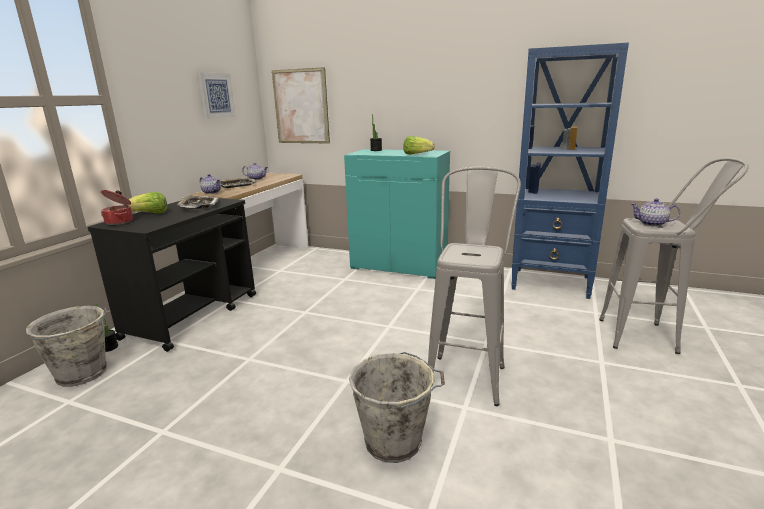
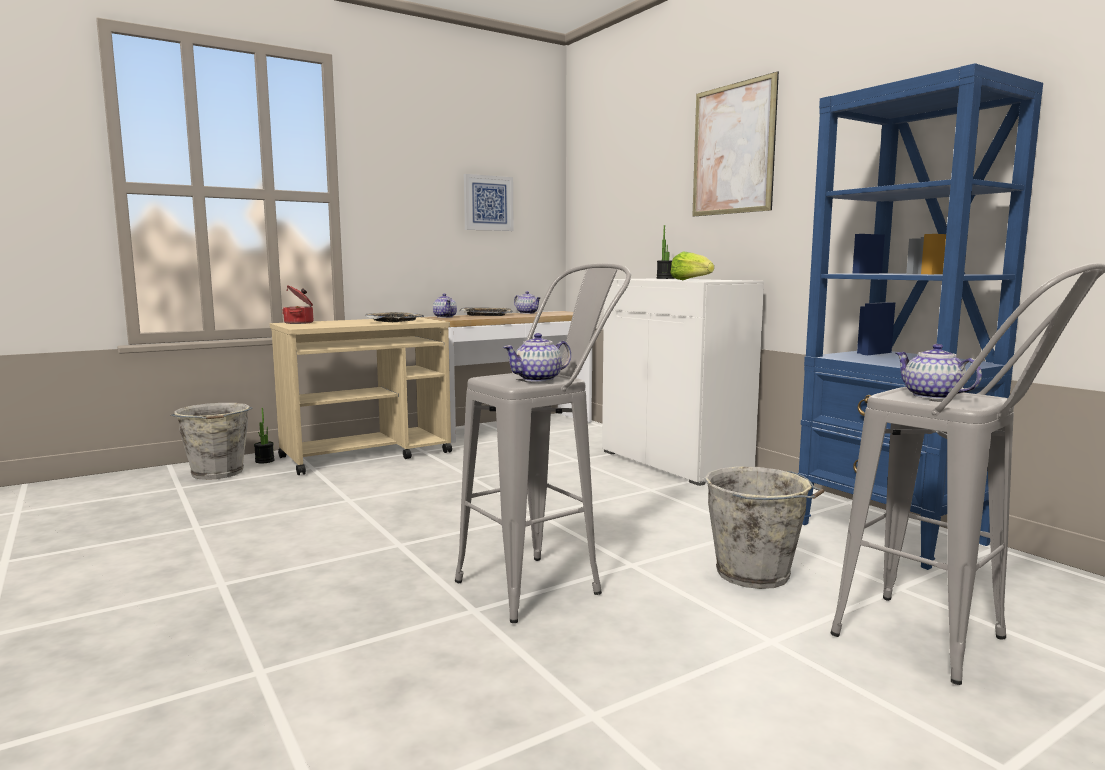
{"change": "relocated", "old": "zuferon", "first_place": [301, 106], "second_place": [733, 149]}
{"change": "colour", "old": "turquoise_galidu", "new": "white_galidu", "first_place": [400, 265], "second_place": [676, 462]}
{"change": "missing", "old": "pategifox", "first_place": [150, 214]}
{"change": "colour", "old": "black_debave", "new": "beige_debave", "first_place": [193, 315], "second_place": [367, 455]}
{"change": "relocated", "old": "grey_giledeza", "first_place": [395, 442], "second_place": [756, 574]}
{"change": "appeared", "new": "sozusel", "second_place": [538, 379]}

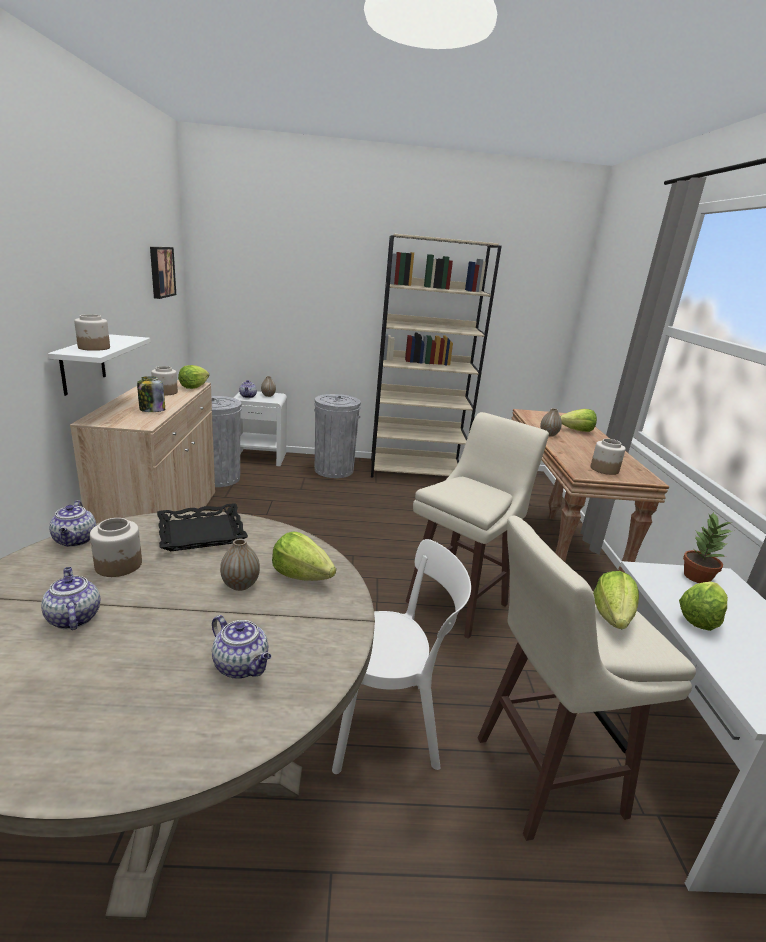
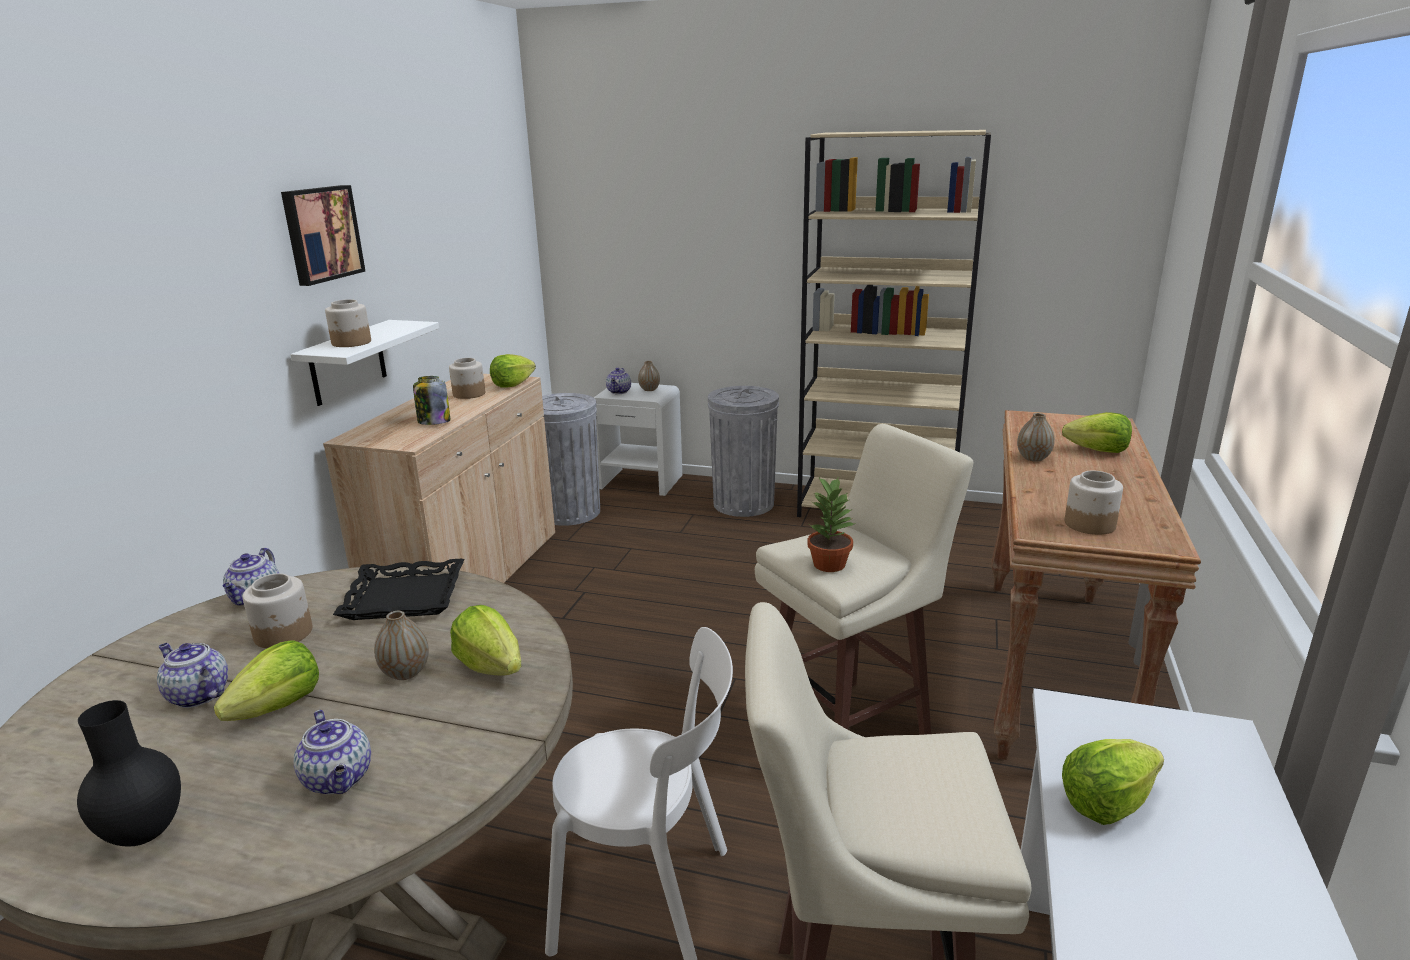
{"change": "relocated", "old": "zuferon", "first_place": [160, 272], "second_place": [321, 234]}
{"change": "relocated", "old": "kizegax", "first_place": [696, 576], "second_place": [829, 564]}
{"change": "spun", "old": "sozusel", "first_place": [73, 618], "second_place": [197, 695], "degrees": -45}
{"change": "relocated", "old": "pategifox", "first_place": [612, 617], "second_place": [279, 707]}
{"change": "appeared", "new": "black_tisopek", "second_place": [144, 833]}

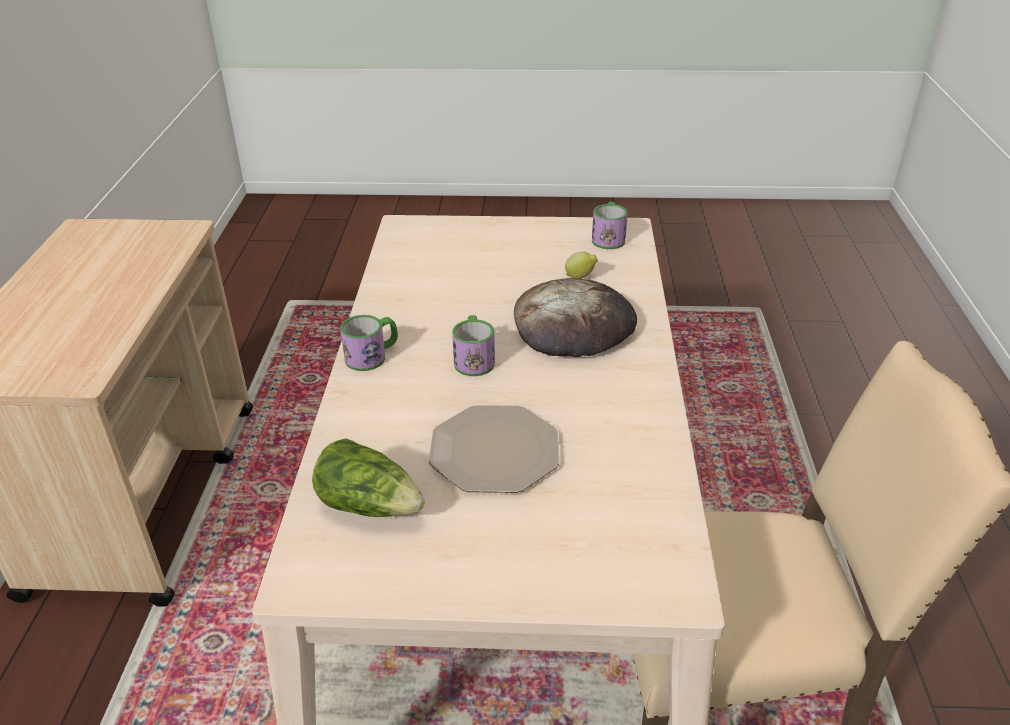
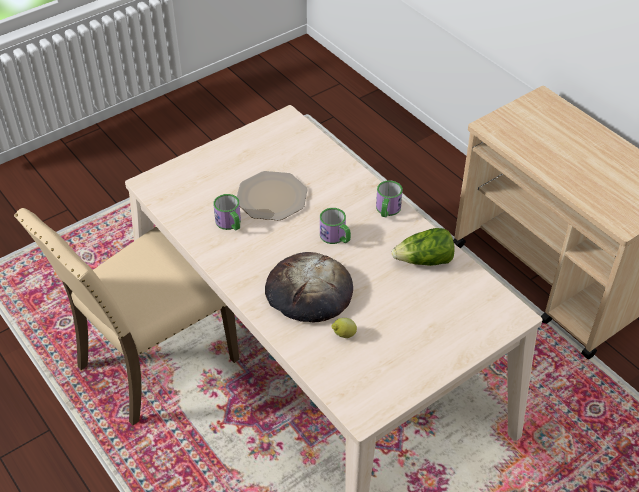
{"change": "relocated", "old": "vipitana", "first_place": [608, 237], "second_place": [230, 223]}
{"change": "relocated", "old": "pategifox", "first_place": [370, 505], "second_place": [424, 261]}

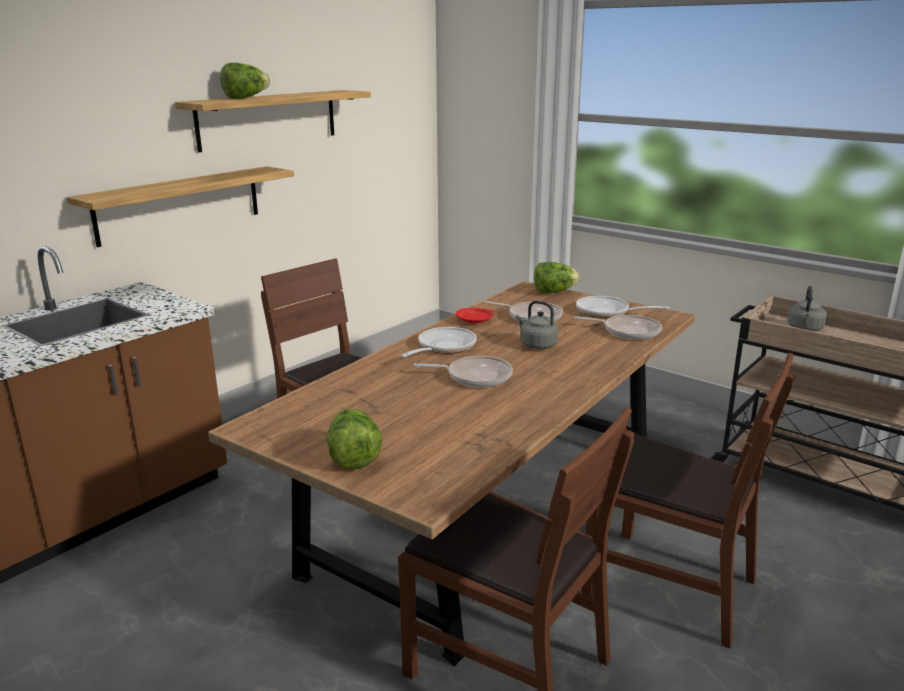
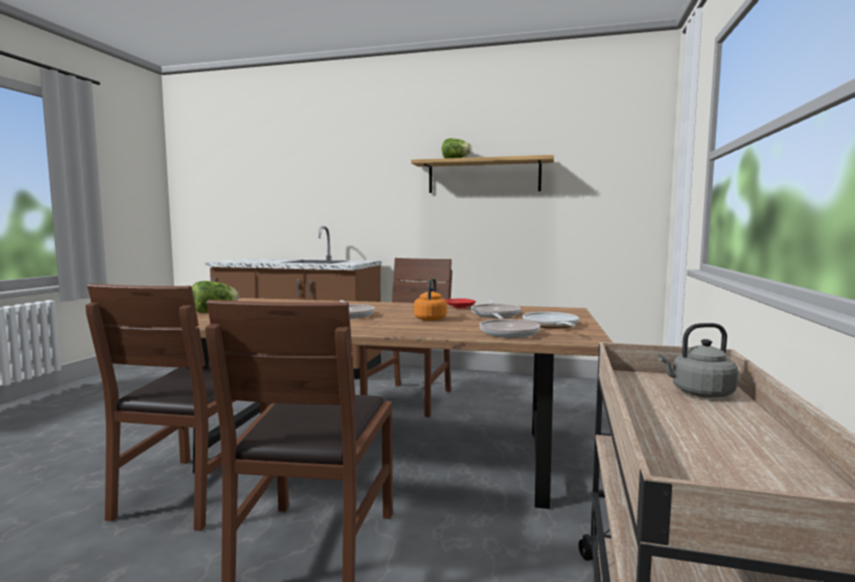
{"change": "missing", "old": "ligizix", "first_place": [180, 204]}
{"change": "missing", "old": "pategifox", "first_place": [554, 292]}
{"change": "colour", "old": "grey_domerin", "new": "orange_domerin", "first_place": [536, 345], "second_place": [431, 319]}
{"change": "missing", "old": "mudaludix", "first_place": [443, 347]}

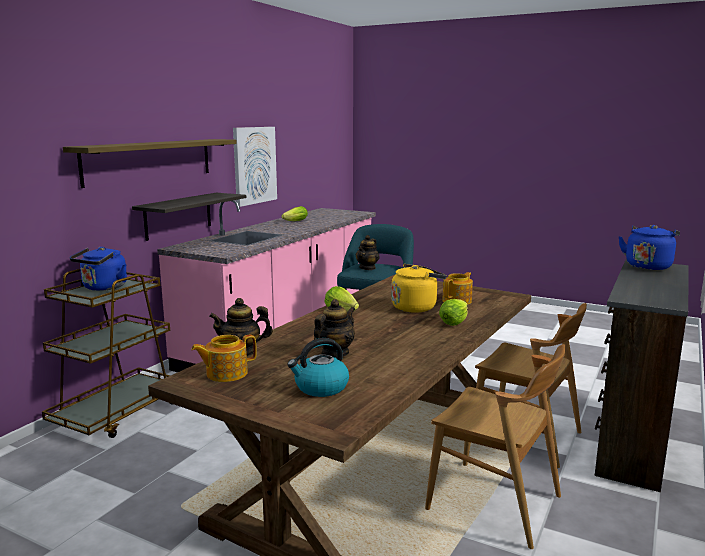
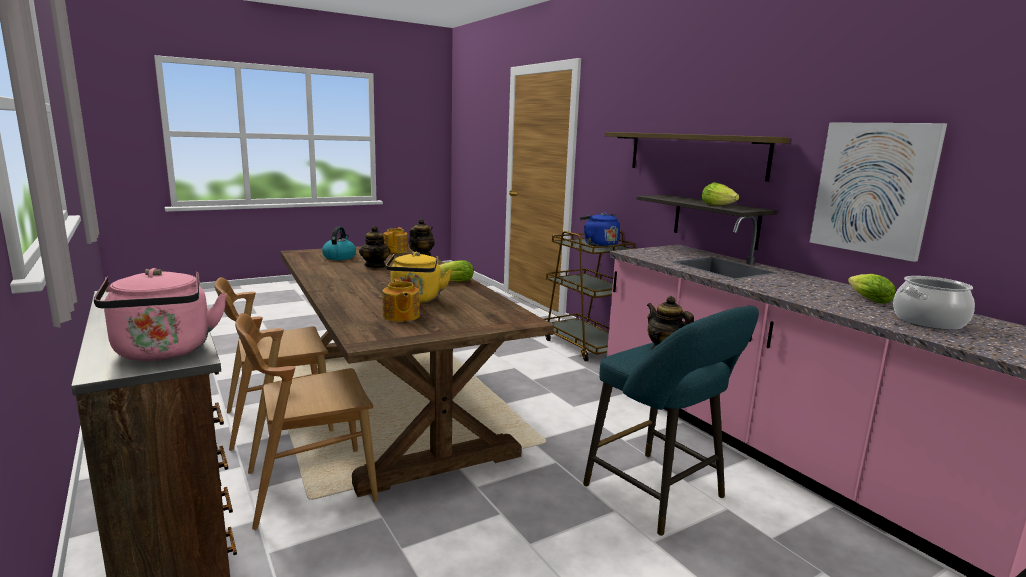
{"change": "colour", "old": "blue_domerin", "new": "pink_domerin", "first_place": [648, 266], "second_place": [163, 352]}
{"change": "relocated", "old": "pategifox", "first_place": [455, 321], "second_place": [719, 205]}
{"change": "appeared", "new": "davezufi", "second_place": [929, 321]}

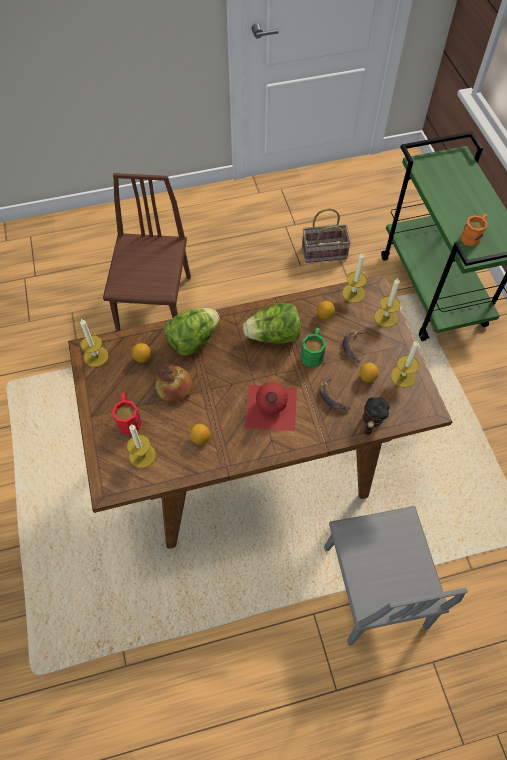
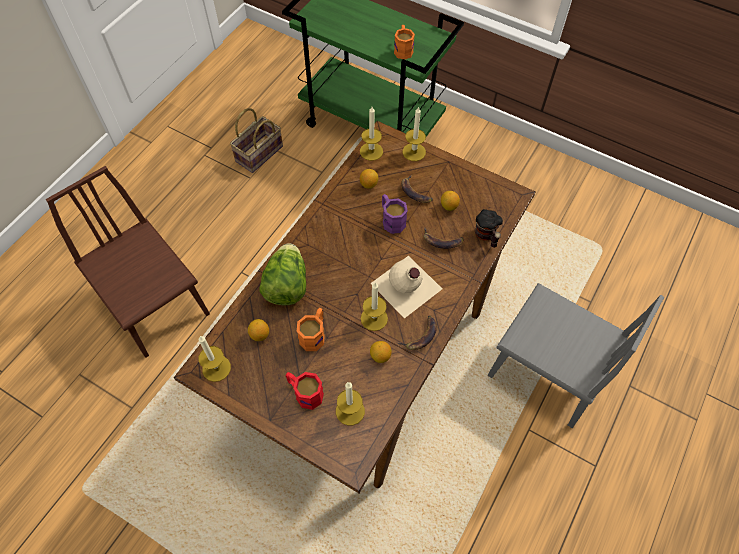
{"change": "missing", "old": "pategifox", "first_place": [273, 336]}
{"change": "colour", "old": "green_vipitana", "new": "purple_vipitana", "first_place": [313, 353], "second_place": [391, 220]}
{"change": "relocated", "old": "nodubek", "first_place": [403, 376], "second_place": [374, 318]}
{"change": "exchanged", "old": "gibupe", "new": "orange_vipitana", "first_place": [175, 387], "second_place": [314, 334]}
{"change": "colour", "old": "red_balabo", "new": "beige_balabo", "first_place": [270, 408], "second_place": [406, 287]}
{"change": "appeared", "new": "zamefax", "second_place": [420, 335]}

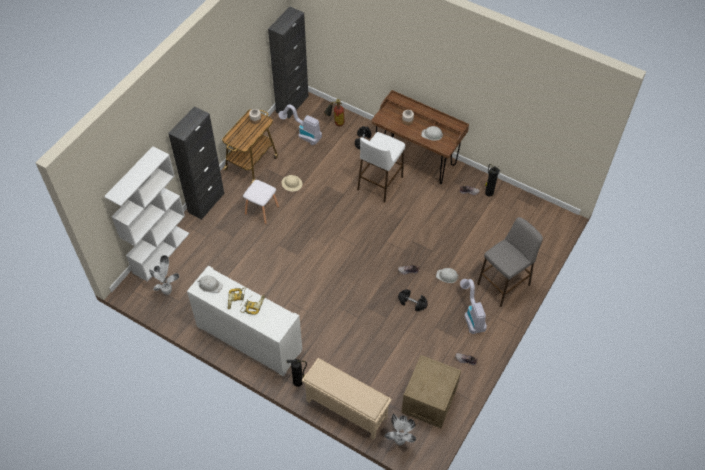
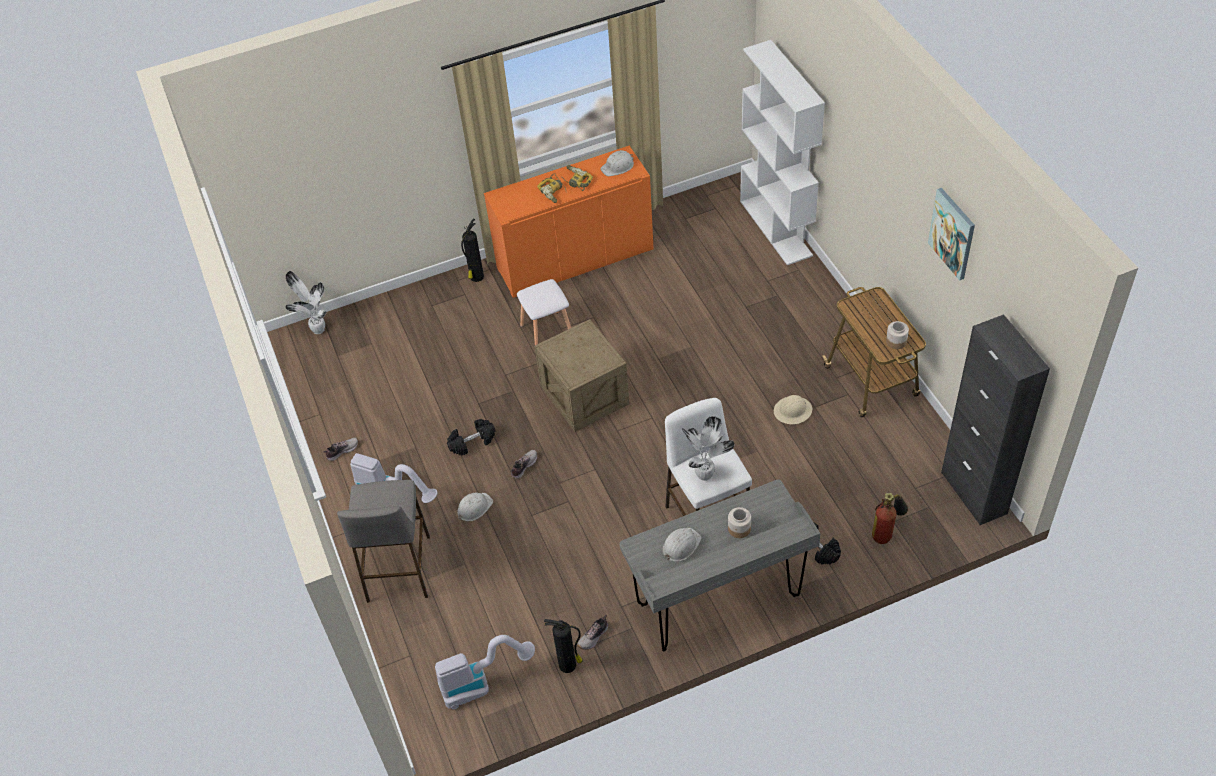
{"change": "colour", "old": "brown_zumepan", "new": "grey_zumepan", "first_place": [416, 160], "second_place": [718, 601]}
{"change": "relocated", "old": "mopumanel", "first_place": [303, 134], "second_place": [481, 683]}
{"change": "missing", "old": "black_galidu", "first_place": [206, 203]}
{"change": "relocated", "old": "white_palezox", "first_place": [261, 210], "second_place": [547, 331]}
{"change": "relocated", "old": "kizegax", "first_place": [167, 291], "second_place": [705, 476]}
{"change": "colour", "old": "white_galidu", "new": "orange_galidu", "first_place": [249, 338], "second_place": [575, 259]}
{"change": "relocated", "old": "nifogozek", "first_place": [429, 401], "second_place": [584, 395]}
{"change": "missing", "old": "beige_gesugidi", "first_place": [345, 409]}
{"change": "appeared", "new": "zuferon", "second_place": [952, 233]}

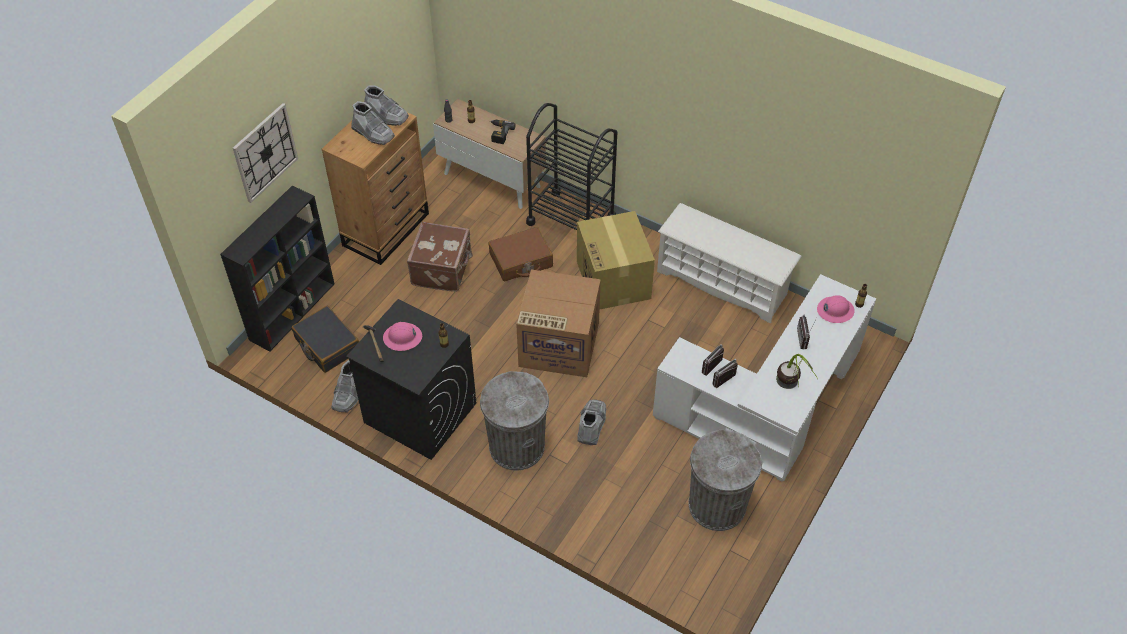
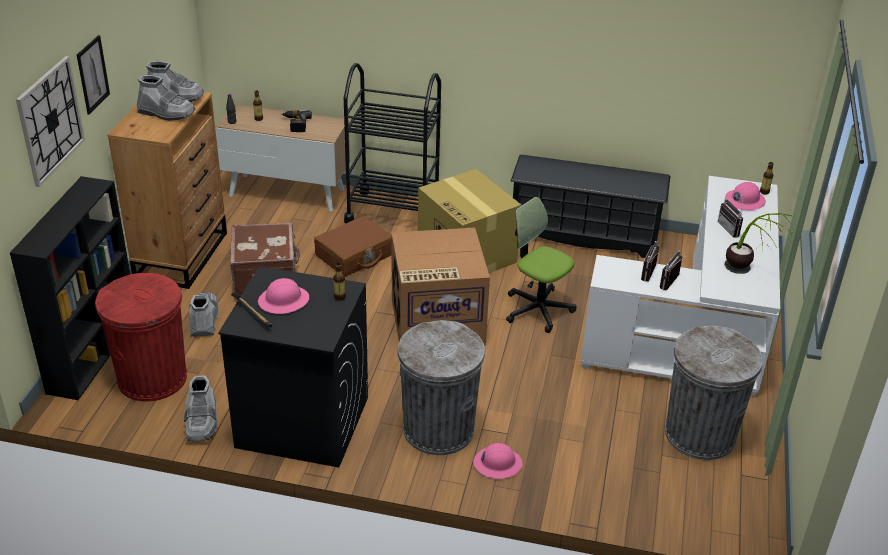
{"change": "colour", "old": "white_gesugidi", "new": "black_gesugidi", "first_place": [723, 283], "second_place": [584, 235]}
{"change": "exchanged", "old": "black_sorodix", "new": "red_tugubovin", "first_place": [327, 345], "second_place": [152, 378]}
{"change": "relocated", "old": "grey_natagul", "first_place": [591, 425], "second_place": [204, 319]}
{"change": "appeared", "new": "zuferon", "second_place": [92, 74]}
{"change": "appeared", "new": "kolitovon", "second_place": [538, 309]}
{"change": "appeared", "new": "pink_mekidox", "second_place": [497, 463]}

